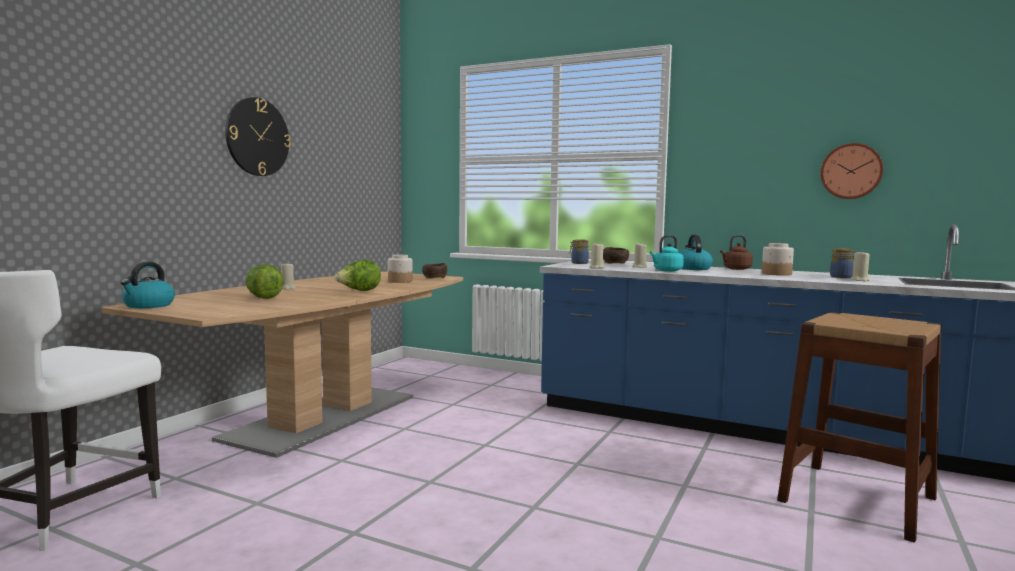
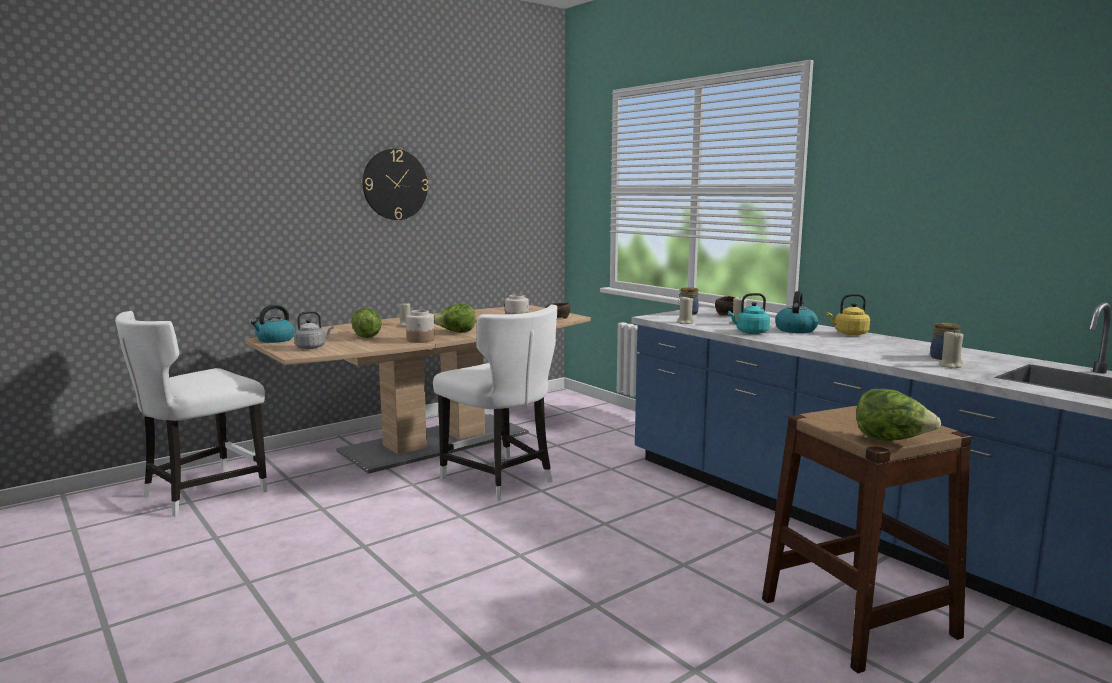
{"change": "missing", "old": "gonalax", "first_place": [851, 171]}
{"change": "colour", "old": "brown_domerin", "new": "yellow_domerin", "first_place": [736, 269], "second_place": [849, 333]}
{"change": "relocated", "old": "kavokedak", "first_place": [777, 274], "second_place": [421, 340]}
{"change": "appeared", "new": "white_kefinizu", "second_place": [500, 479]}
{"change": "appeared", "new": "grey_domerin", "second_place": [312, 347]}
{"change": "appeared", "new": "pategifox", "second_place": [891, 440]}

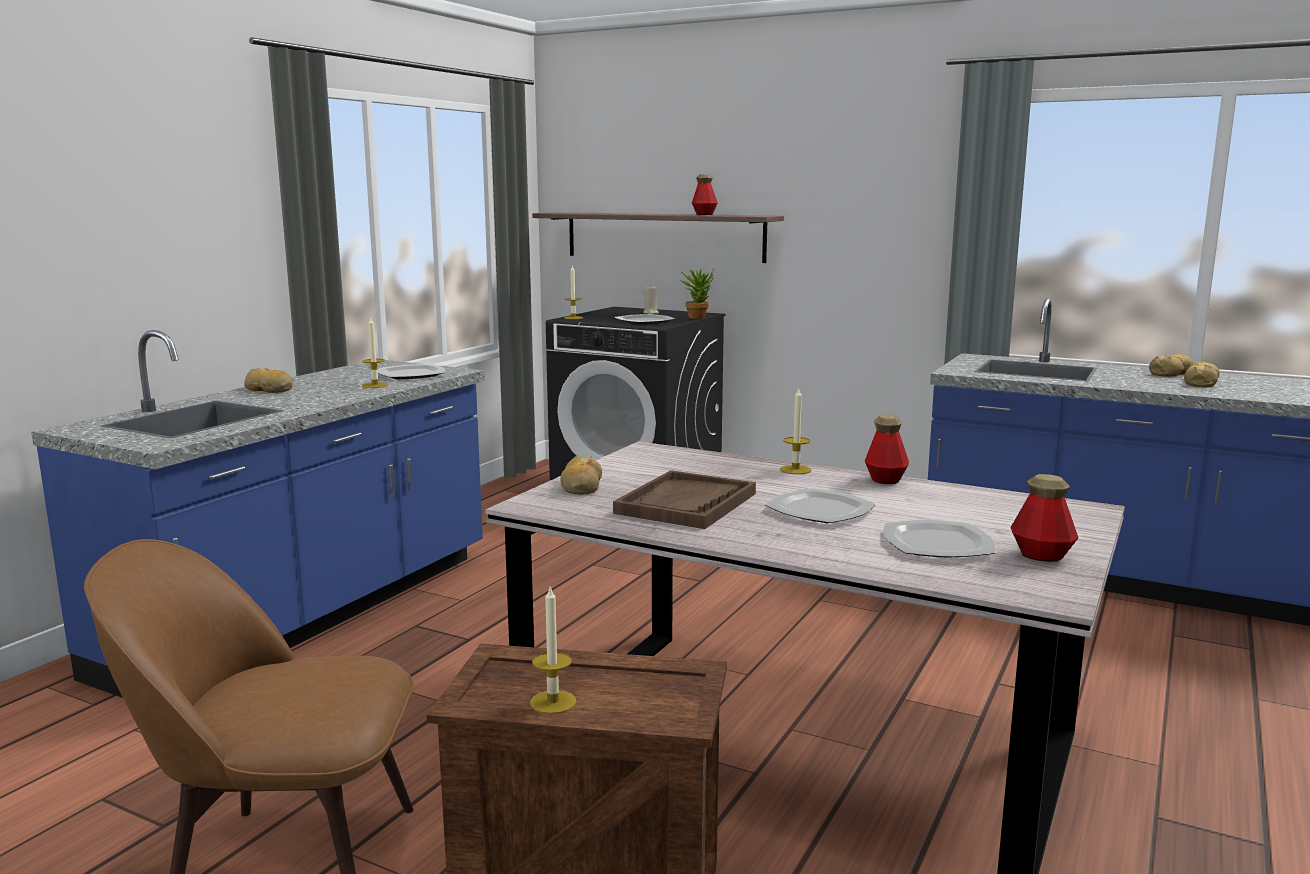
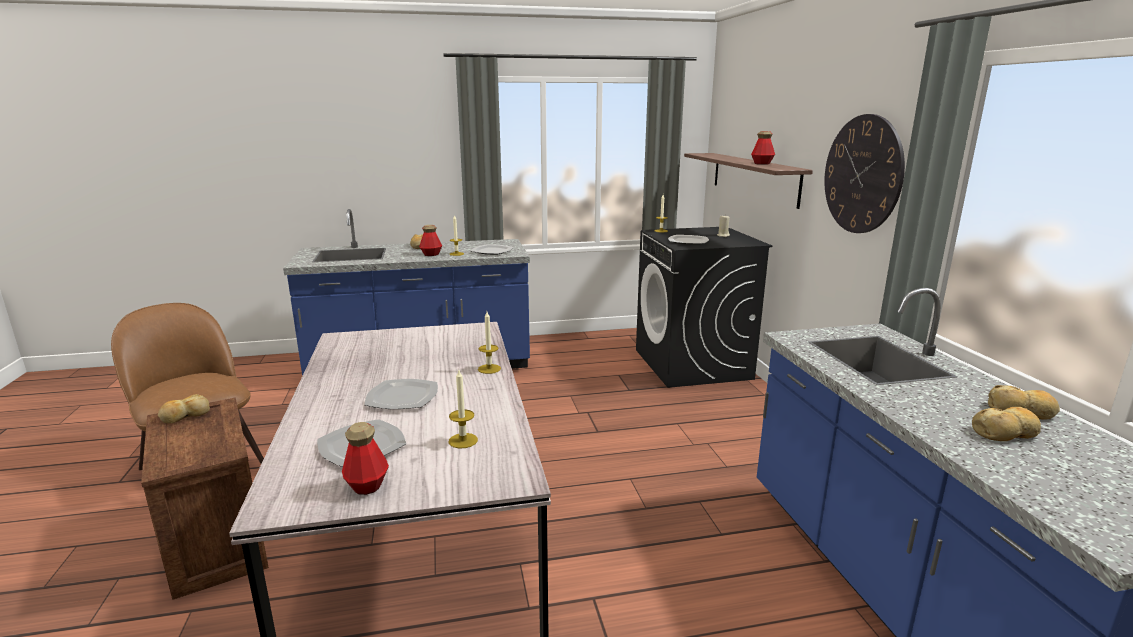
{"change": "missing", "old": "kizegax", "first_place": [698, 317]}
{"change": "relocated", "old": "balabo", "first_place": [885, 480], "second_place": [431, 254]}
{"change": "relocated", "old": "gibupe", "first_place": [581, 486], "second_place": [185, 415]}
{"change": "missing", "old": "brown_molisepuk", "first_place": [686, 503]}
{"change": "relocated", "old": "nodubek", "first_place": [553, 702], "second_place": [463, 440]}
{"change": "appeared", "new": "gonalax", "second_place": [862, 174]}

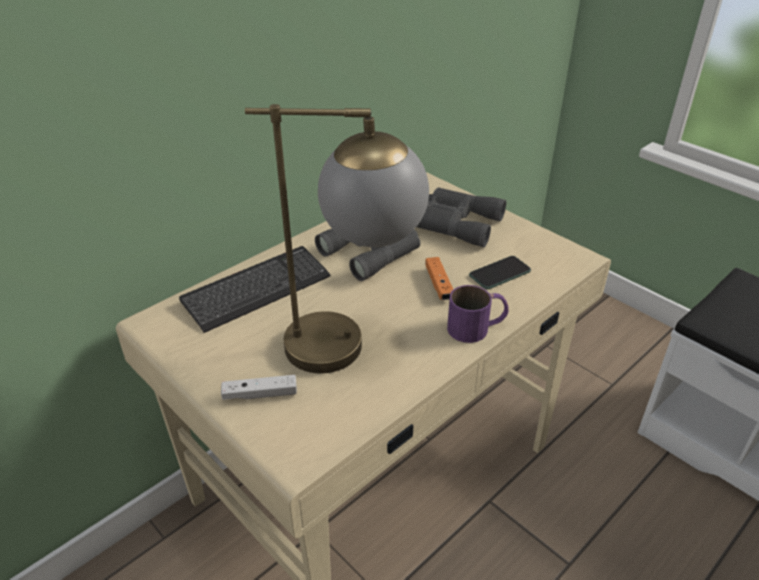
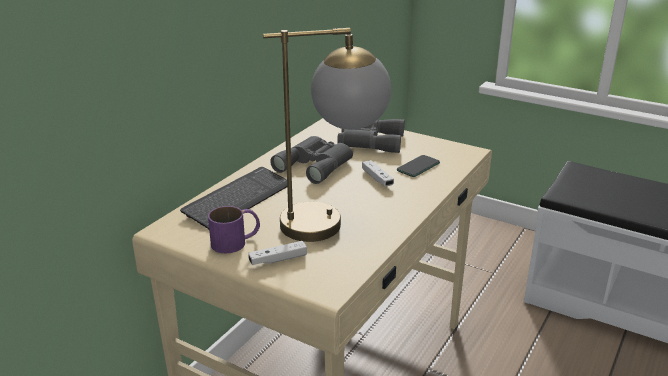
{"change": "colour", "old": "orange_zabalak", "new": "white_zabalak", "first_place": [439, 284], "second_place": [377, 178]}
{"change": "relocated", "old": "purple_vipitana", "first_place": [477, 327], "second_place": [236, 241]}

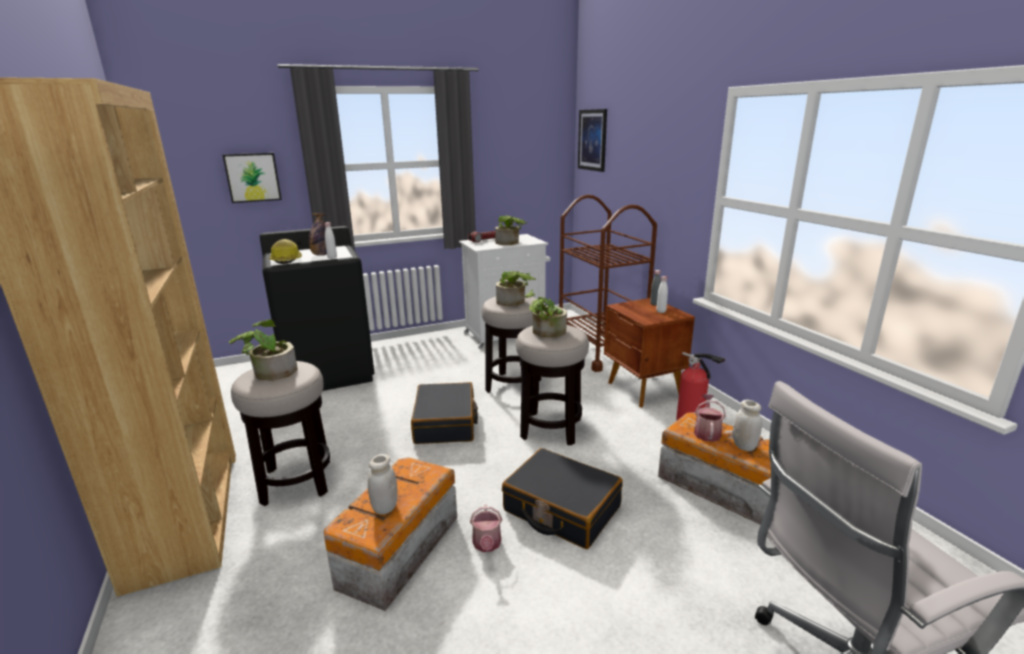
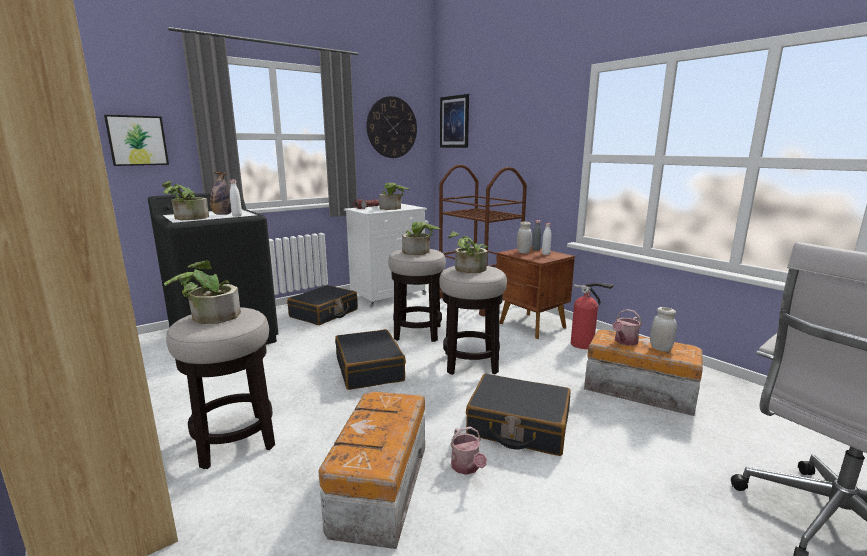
{"change": "exchanged", "old": "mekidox", "new": "kizegax", "first_place": [287, 260], "second_place": [187, 218]}
{"change": "spun", "old": "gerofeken", "first_place": [707, 432], "second_place": [624, 342], "degrees": -135}
{"change": "relocated", "old": "white_kavokedak", "first_place": [385, 507], "second_place": [523, 252]}
{"change": "appeared", "new": "gonalax", "second_place": [392, 127]}
{"change": "appeared", "new": "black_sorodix", "second_place": [324, 313]}

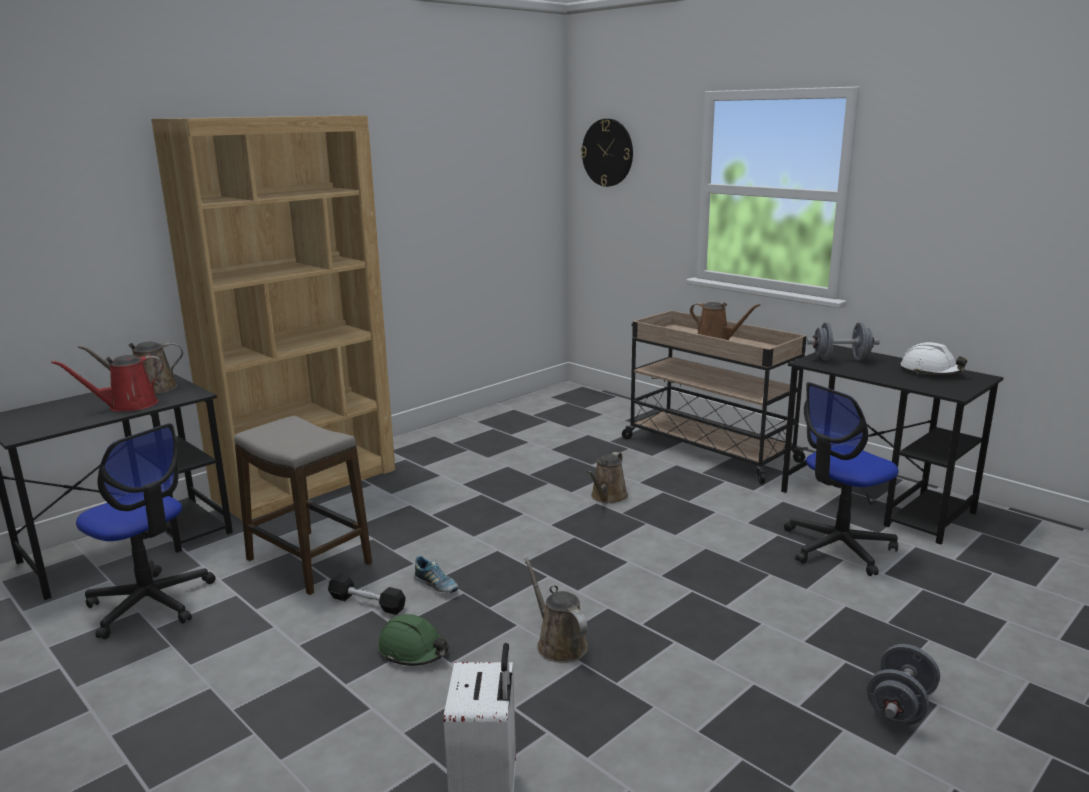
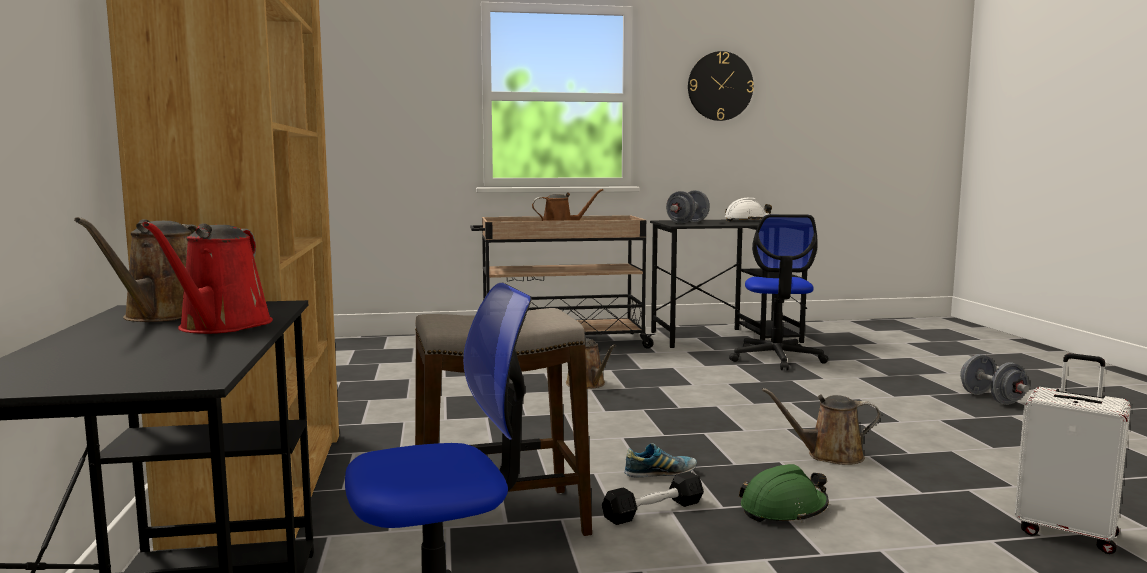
{"change": "relocated", "old": "gonalax", "first_place": [607, 152], "second_place": [720, 86]}

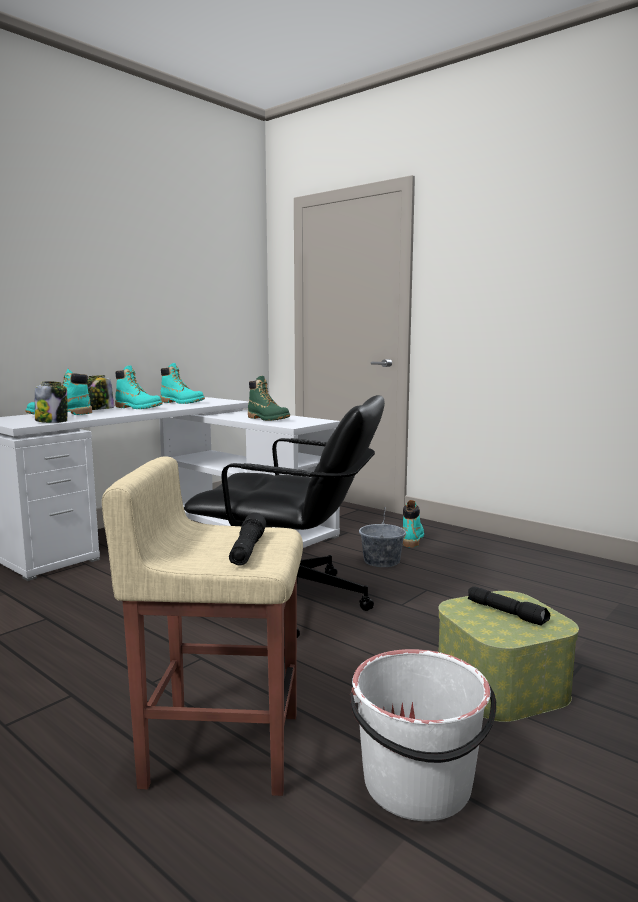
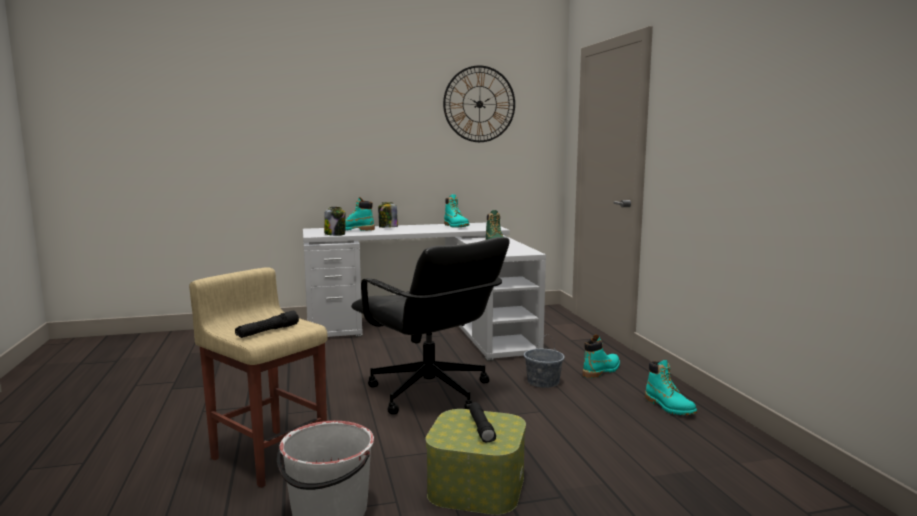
{"change": "relocated", "old": "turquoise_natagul", "first_place": [138, 408], "second_place": [669, 407]}
{"change": "appeared", "new": "gonalax", "second_place": [479, 104]}

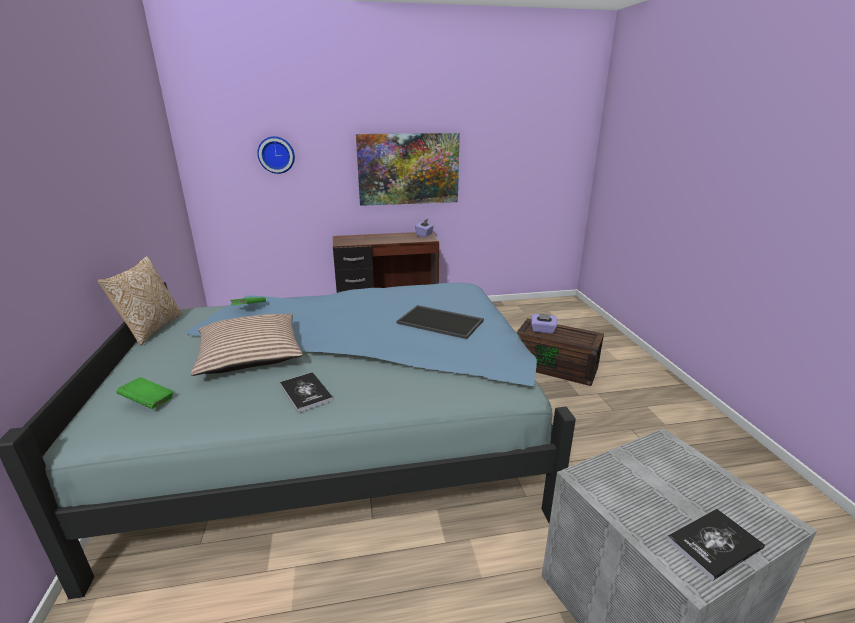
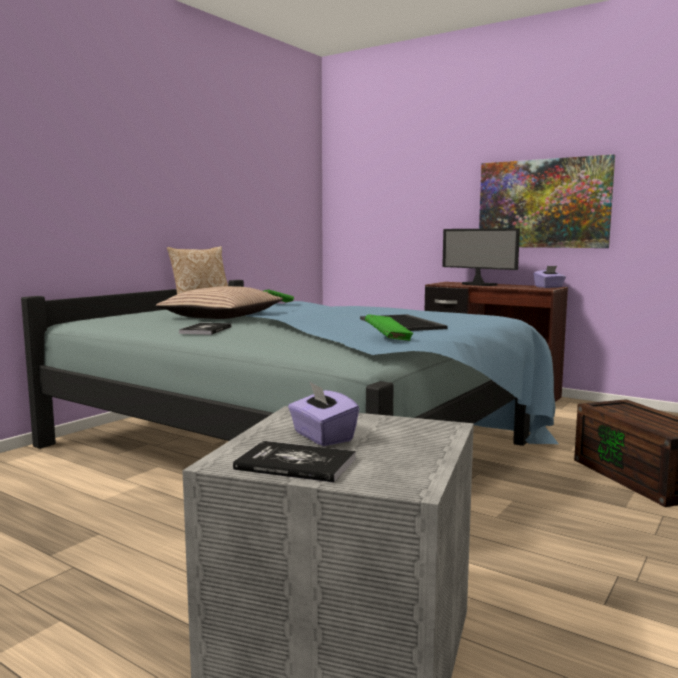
{"change": "missing", "old": "gonalax", "first_place": [276, 154]}
{"change": "relocated", "old": "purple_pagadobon", "first_place": [543, 330], "second_place": [322, 437]}
{"change": "relocated", "old": "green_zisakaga", "first_place": [148, 402], "second_place": [388, 339]}
{"change": "appeared", "new": "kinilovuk", "second_place": [478, 284]}

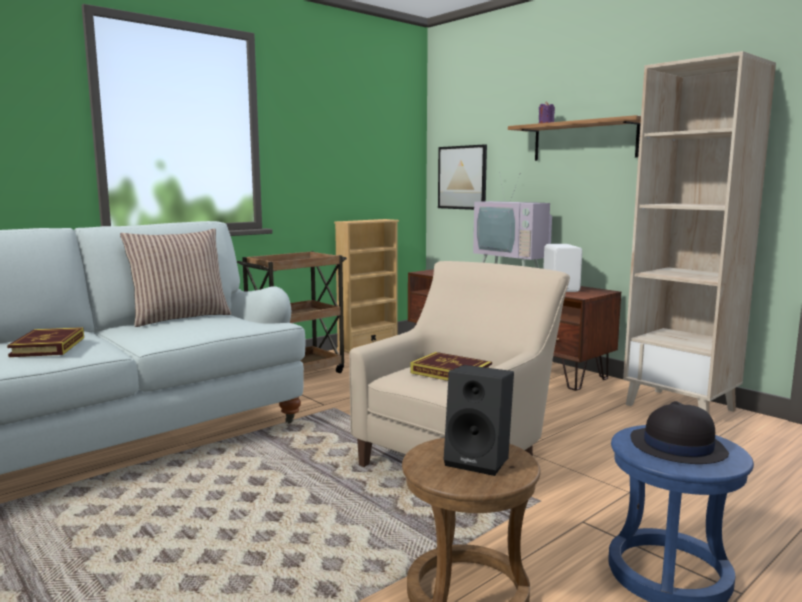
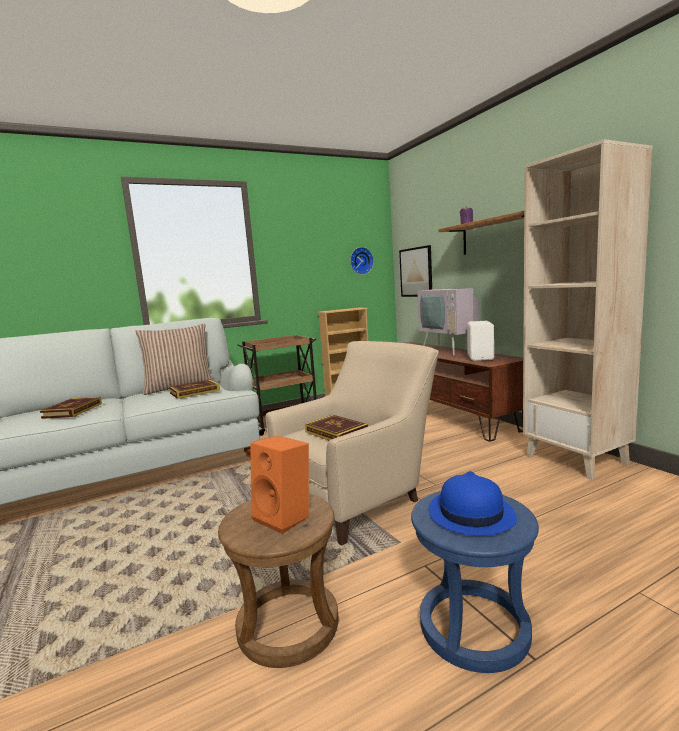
{"change": "colour", "old": "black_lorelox", "new": "orange_lorelox", "first_place": [480, 460], "second_place": [285, 517]}
{"change": "colour", "old": "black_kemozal", "new": "blue_kemozal", "first_place": [677, 447], "second_place": [470, 514]}
{"change": "appeared", "new": "gonalax", "second_place": [360, 261]}
{"change": "appeared", "new": "zisakaga", "second_place": [194, 392]}

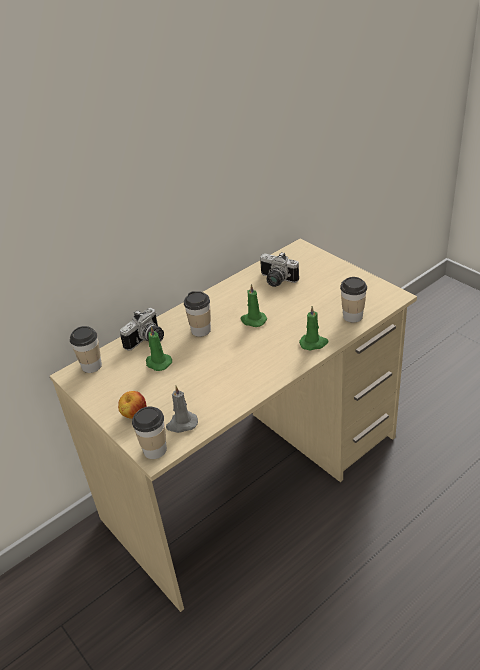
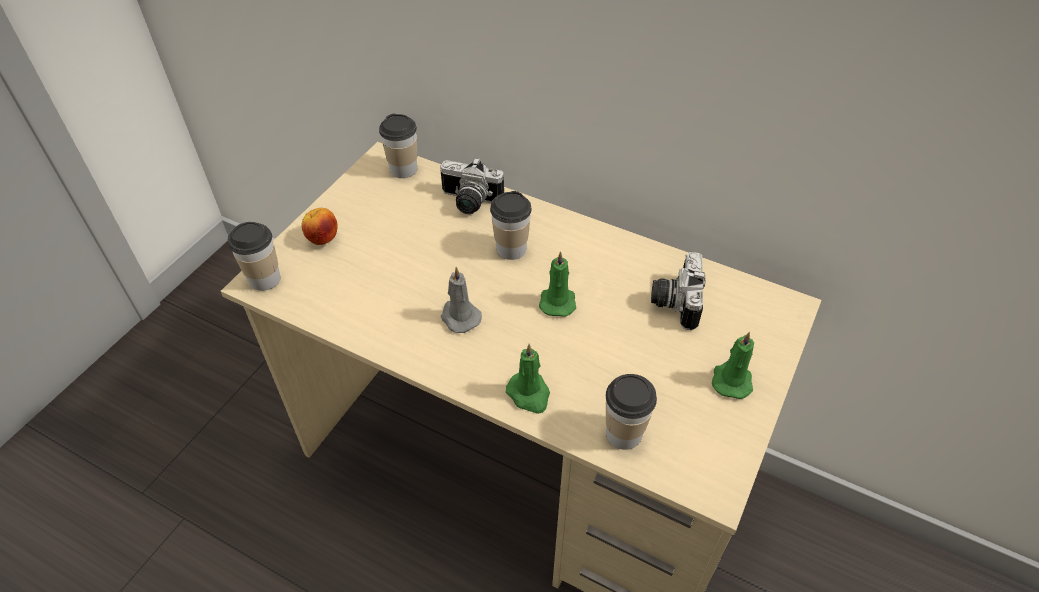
{"change": "relocated", "old": "green_nodubek", "first_place": [158, 363], "second_place": [731, 379]}
{"change": "relocated", "old": "grey_nodubek", "first_place": [181, 424], "second_place": [459, 316]}

